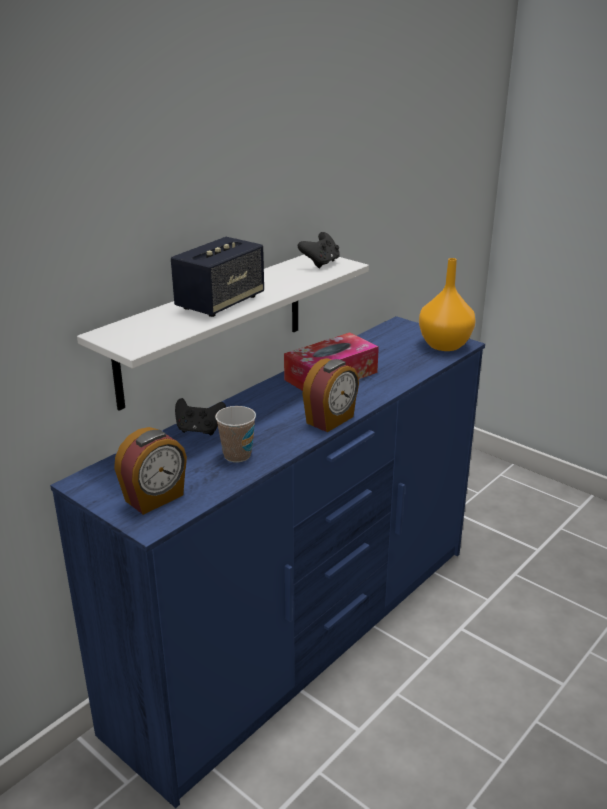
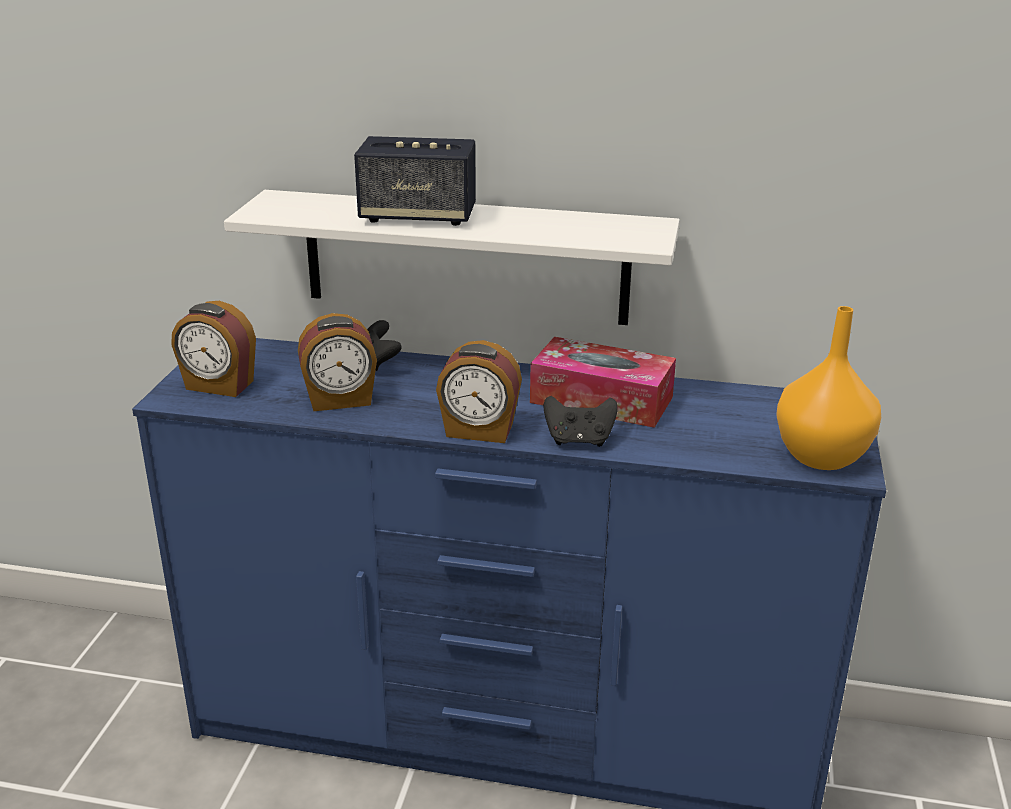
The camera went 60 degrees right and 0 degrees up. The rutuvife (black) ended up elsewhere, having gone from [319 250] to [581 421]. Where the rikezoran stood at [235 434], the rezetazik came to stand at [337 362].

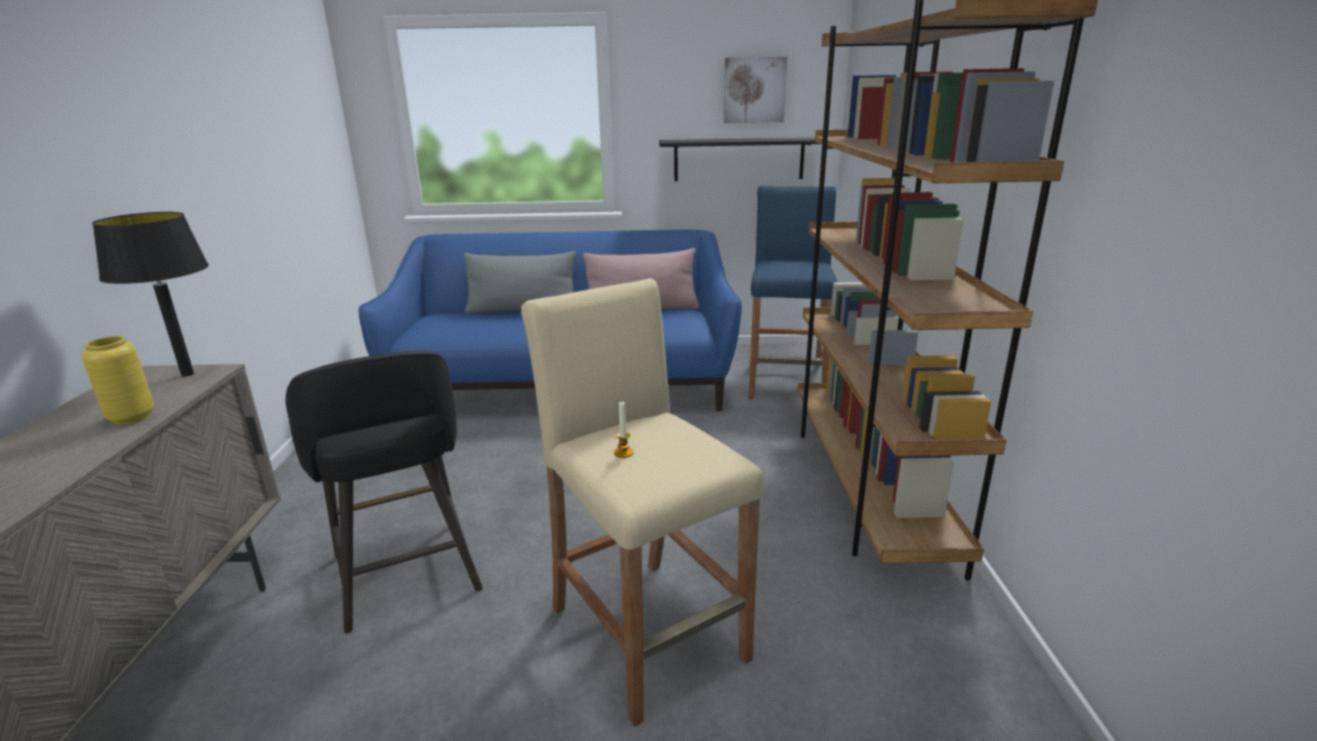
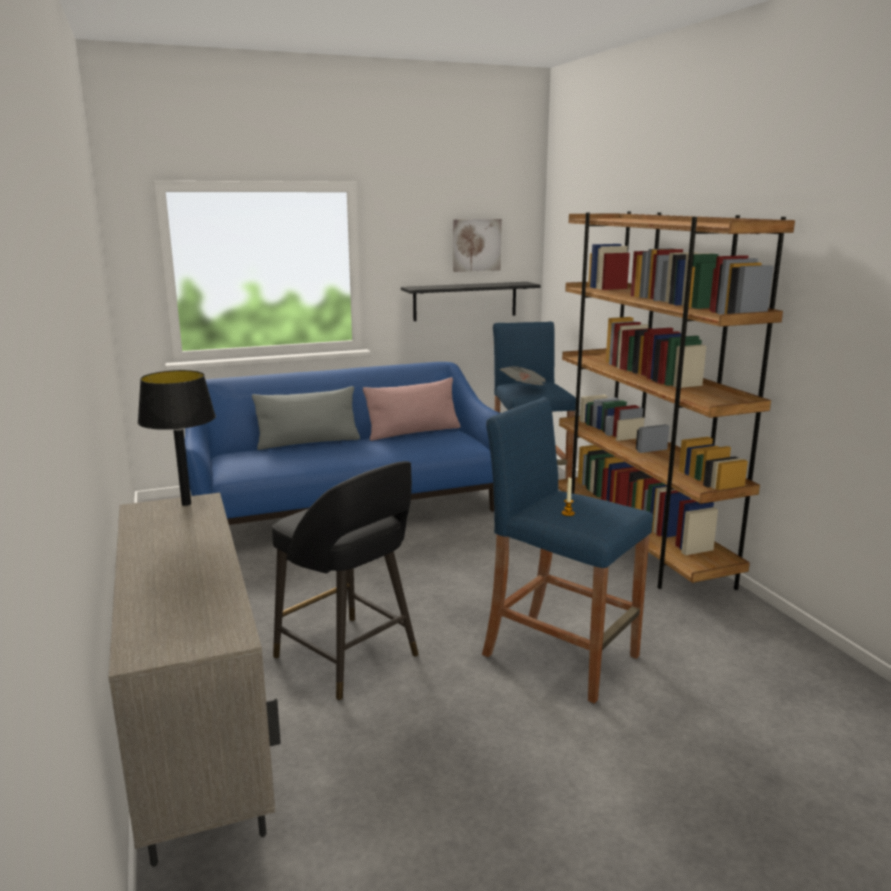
The camera went 20 degrees left and 5 degrees down. The second view lost the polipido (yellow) at [118 380]. The second view gained the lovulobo at [523 375]. What was the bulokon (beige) at [642 502] turned into the bulokon (blue) at [567 550].

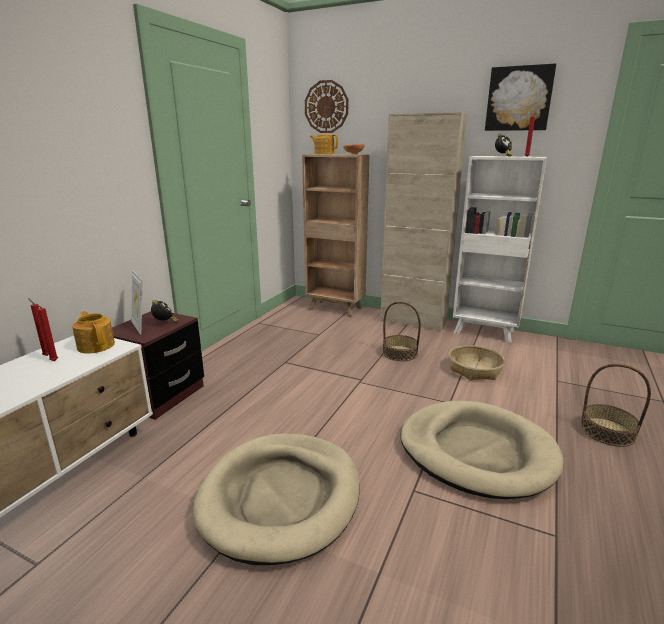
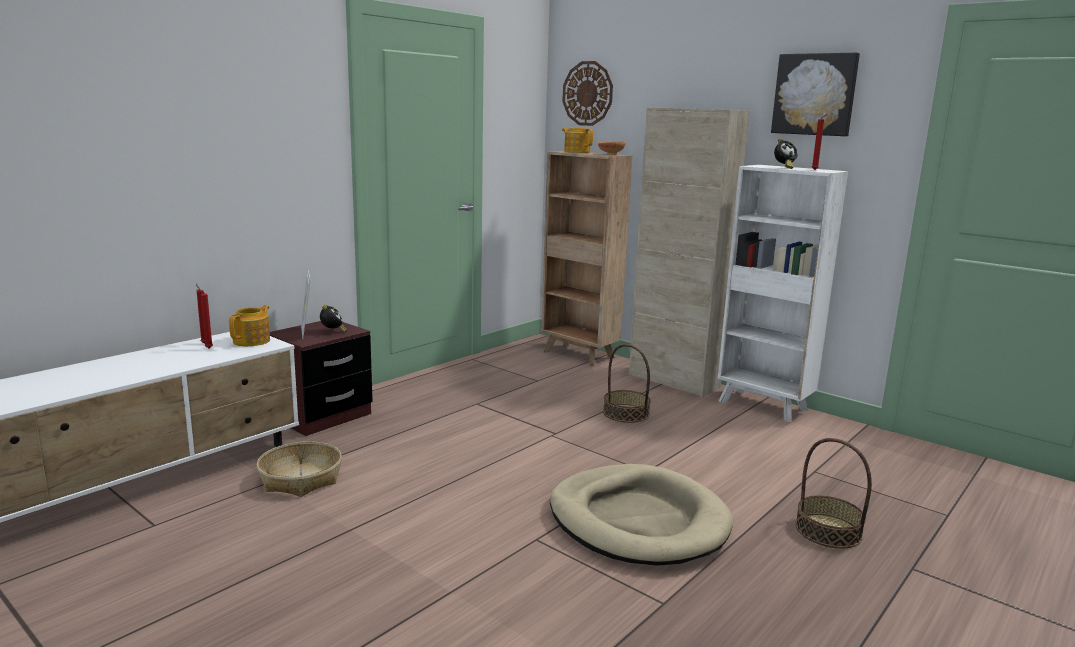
The camera went 15 degrees right and 5 degrees down. The second view lost the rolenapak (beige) at [276 499]. The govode ended up elsewhere, having gone from [477 363] to [299 469]. The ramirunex at [93 332] ended up facing another way, 45 degrees clockwise from before.

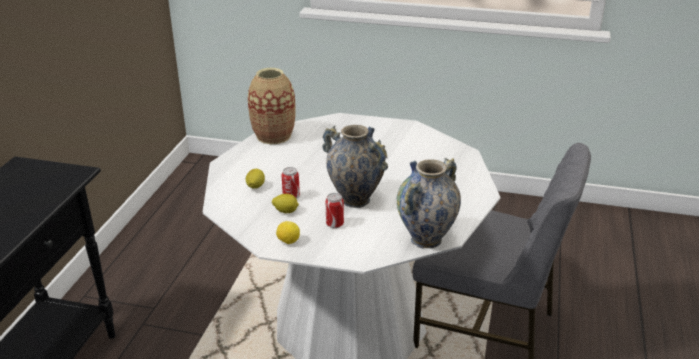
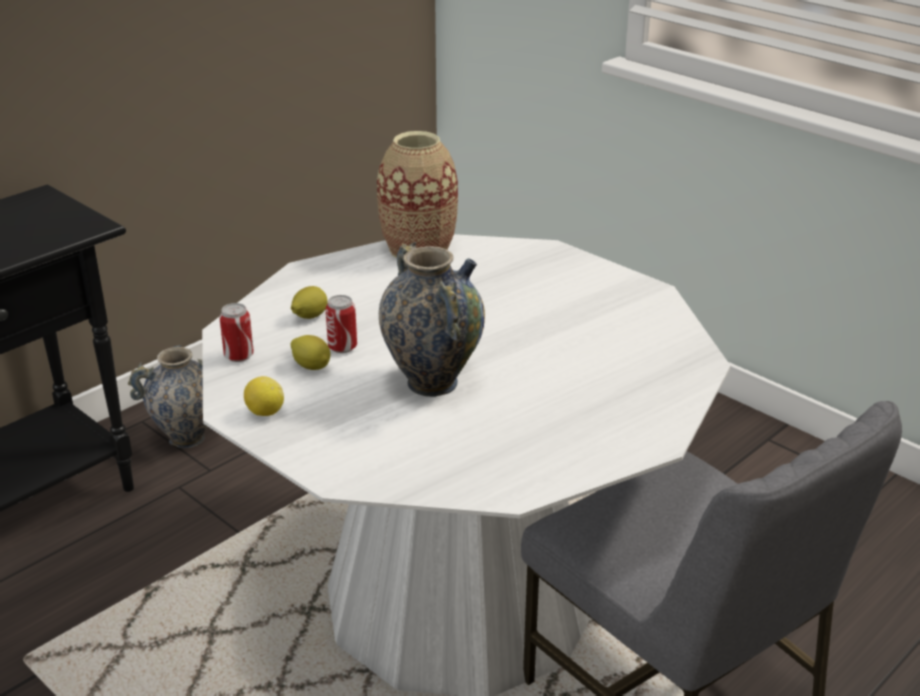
The camera went 30 degrees right and 0 degrees up. The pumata ended up elsewhere, having gone from [335 210] to [236 332]. The polipido ended up elsewhere, having gone from [429 203] to [168 396].

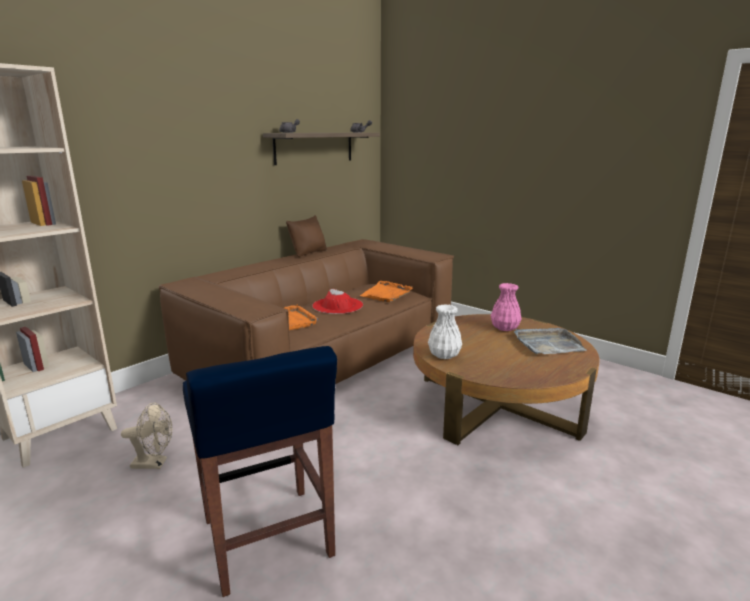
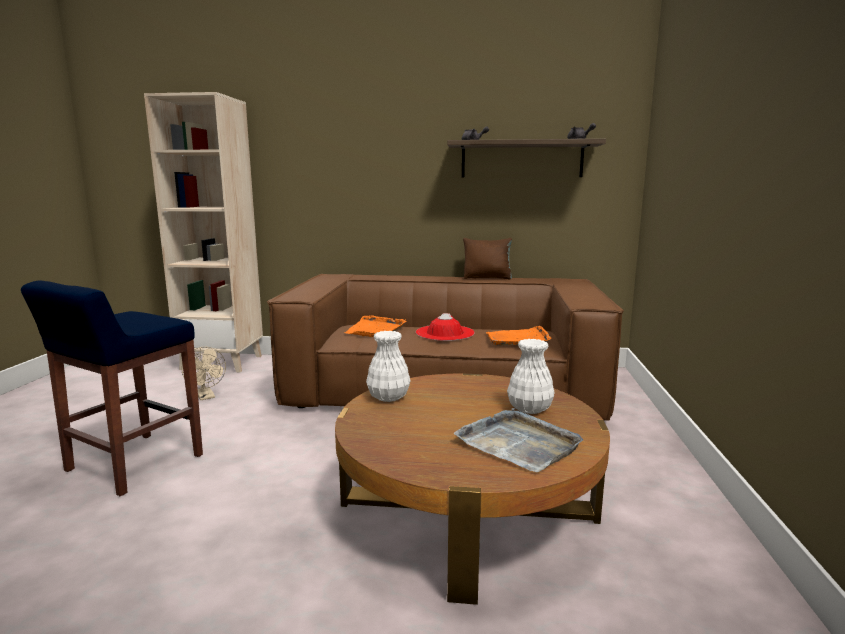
The camera went 55 degrees right and 5 degrees down. What was the polipido (pink) at [506 307] turned into the polipido (white) at [531 376].

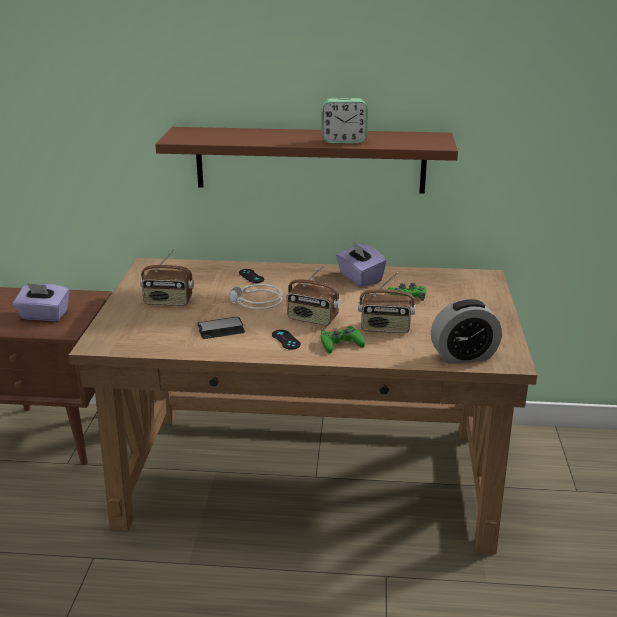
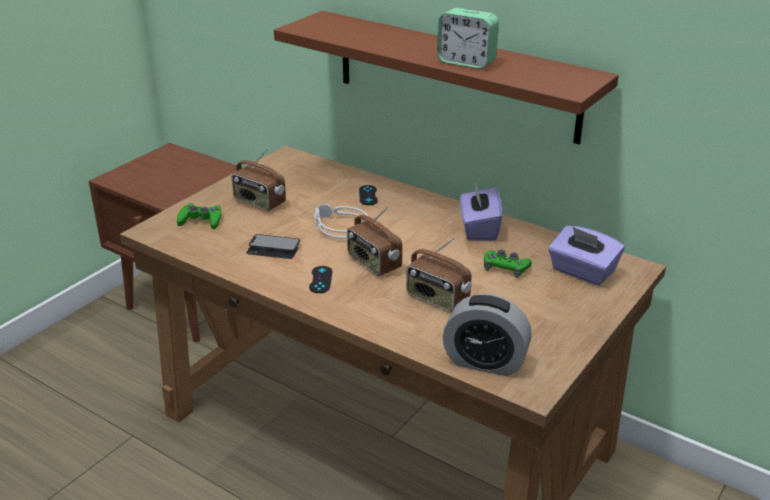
The camera went 30 degrees right and 5 degrees up. The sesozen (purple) ended up elsewhere, having gone from [41 302] to [586 256]. The rutuvife (green) ended up elsewhere, having gone from [343 339] to [199 216].

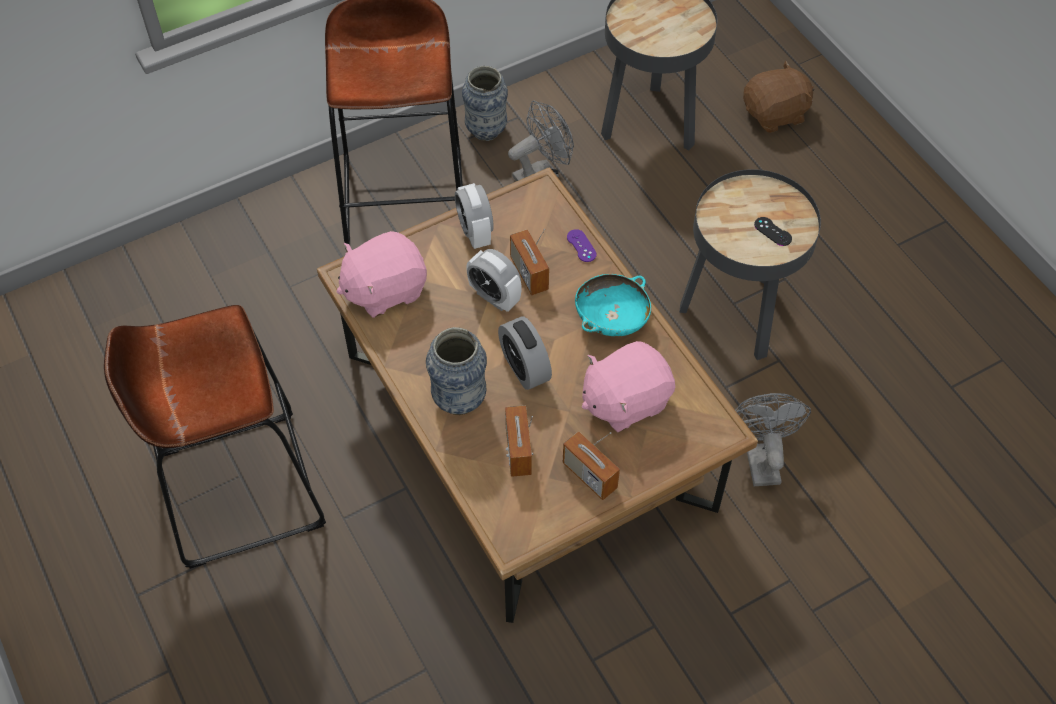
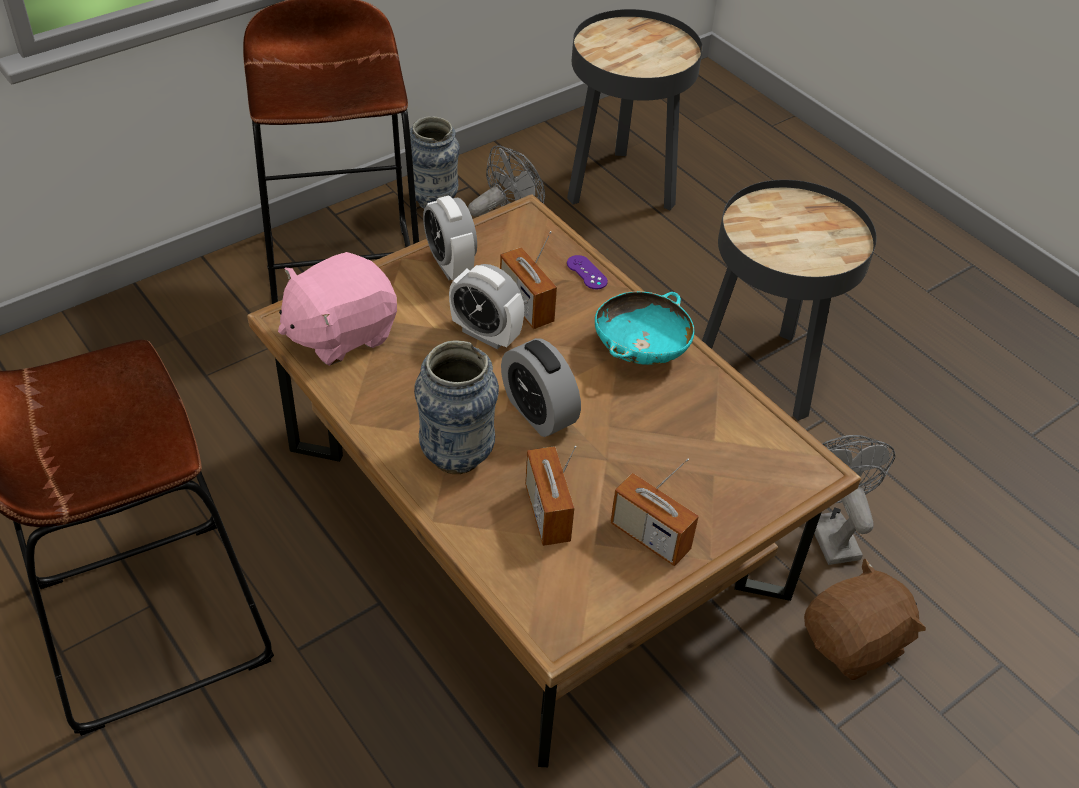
The camera went 10 degrees left and 10 degrees down. The second view lost the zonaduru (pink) at [628 386]. The second view lost the rutuvife (black) at [773 231]. The zonaduru (brown) ended up elsewhere, having gone from [778 97] to [865 619].

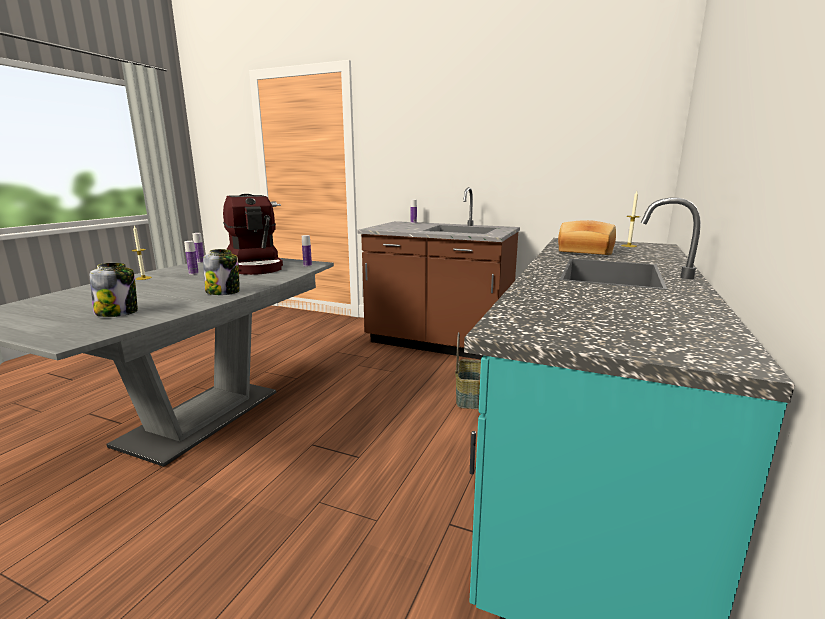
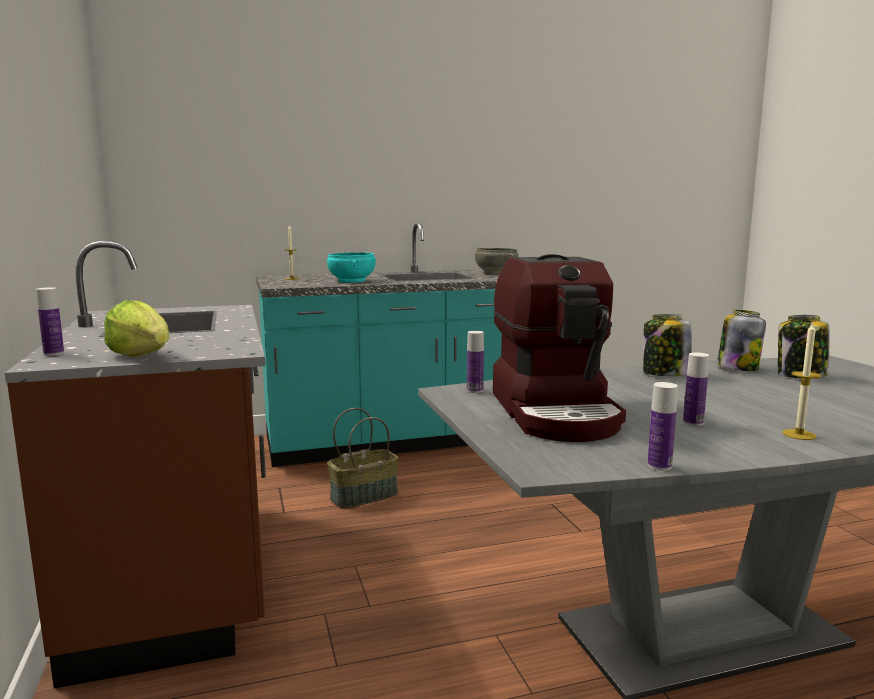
The camera went 130 degrees left and 5 degrees down. The second view gained the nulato at [136 328]. The second view gained the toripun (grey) at [496 261]. The second view gained the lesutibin at [741 340]. Where the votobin stood at [587 237], the toripun (turquoise) came to stand at [351 267]. The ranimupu at [253 234] ended up facing another way, 150 degrees clockwise from before.

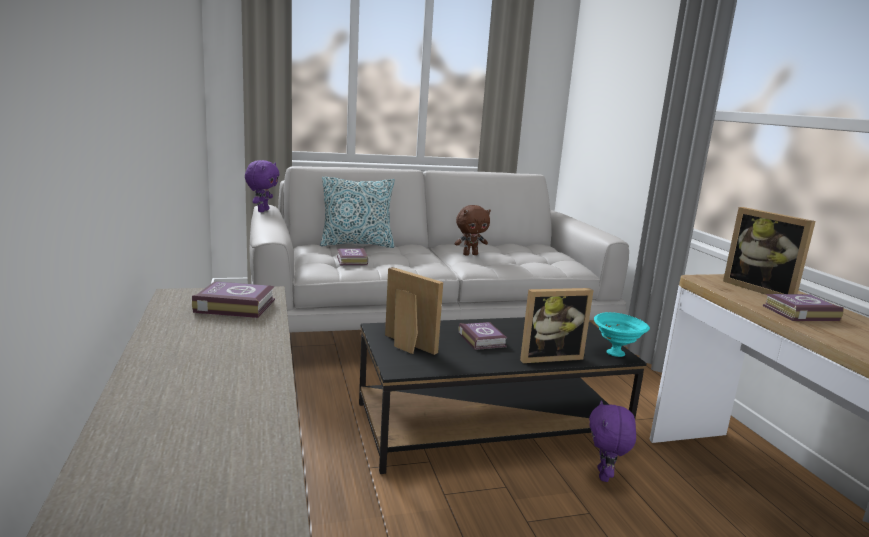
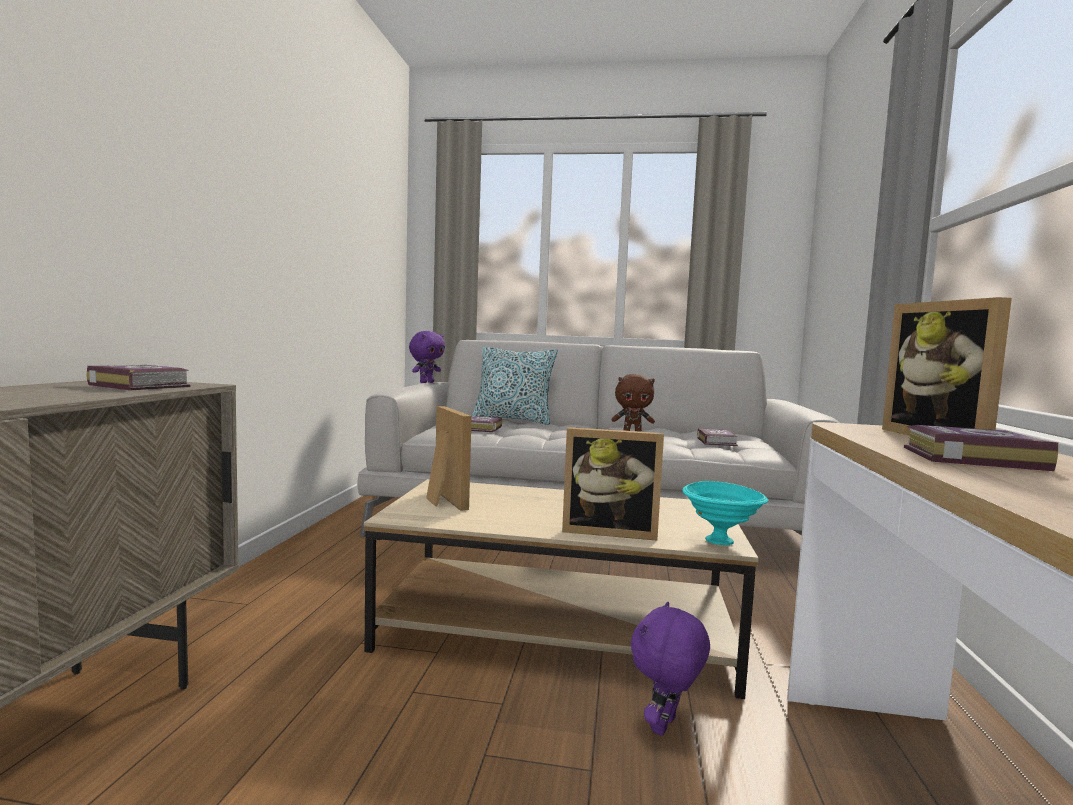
The camera went 25 degrees right and 10 degrees down. The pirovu ended up elsewhere, having gone from [482 336] to [717 437]. What was the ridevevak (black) at [502 395] turned into the ridevevak (beige) at [561 589].

